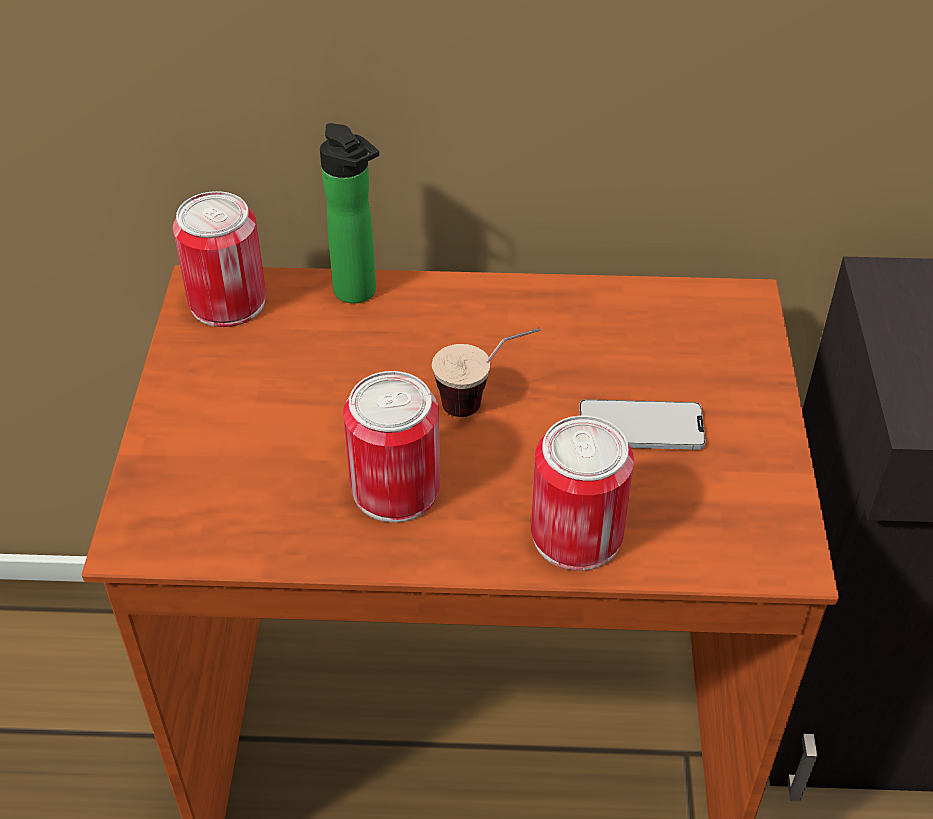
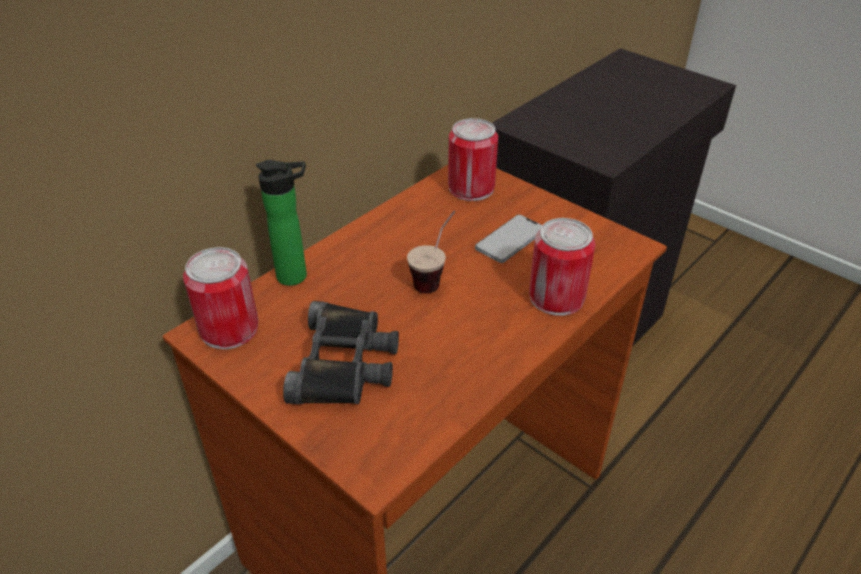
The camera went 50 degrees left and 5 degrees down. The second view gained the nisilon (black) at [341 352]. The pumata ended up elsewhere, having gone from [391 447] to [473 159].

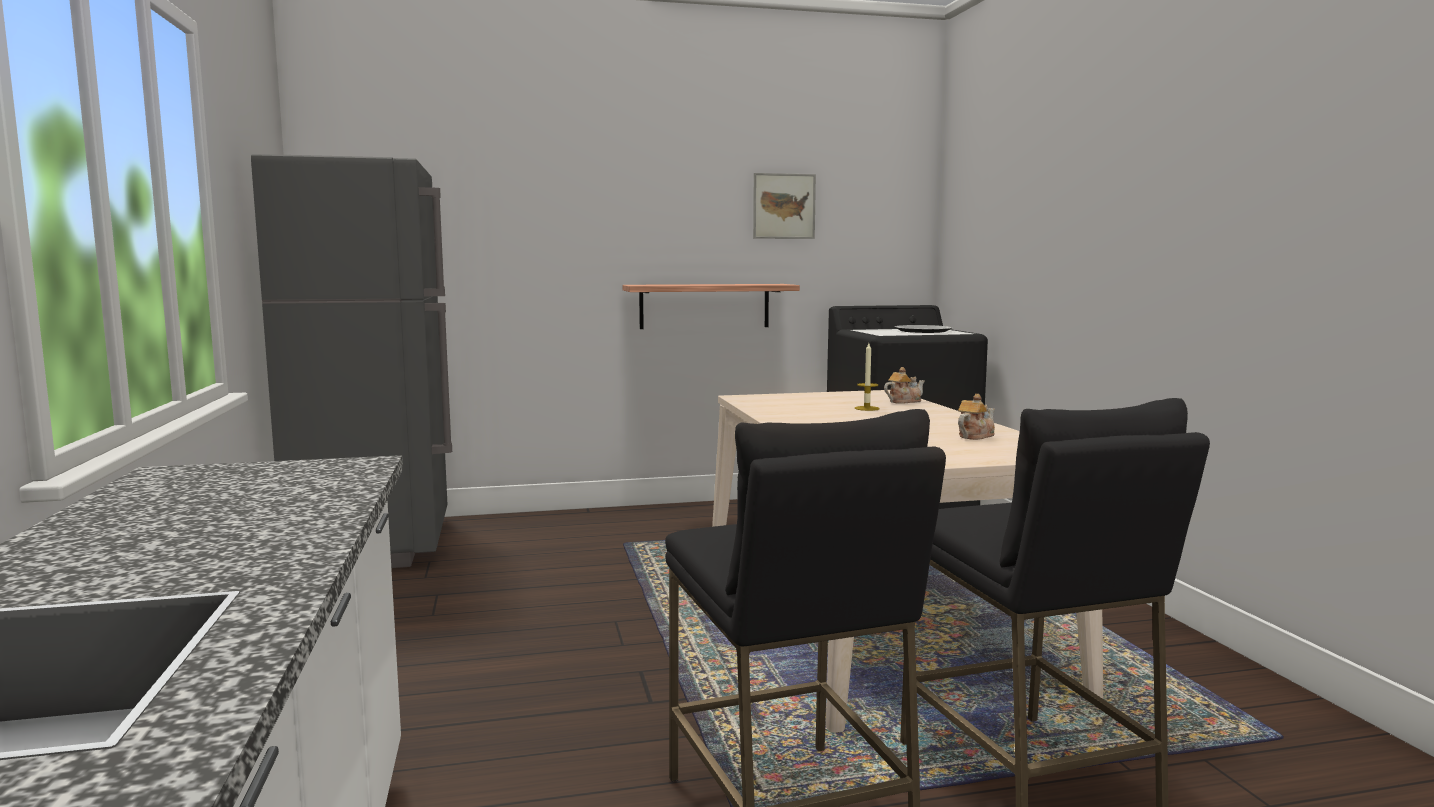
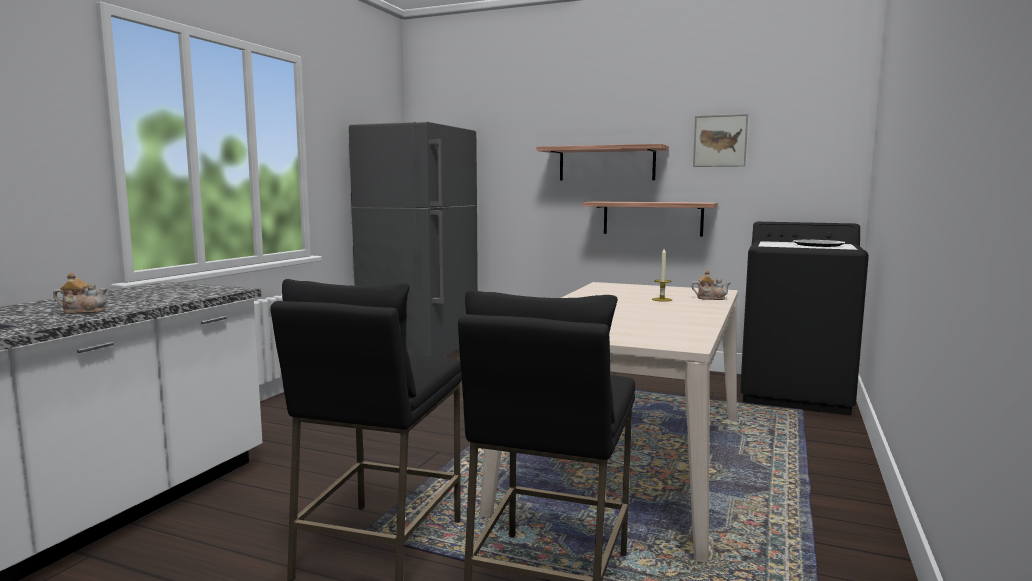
The camera went 35 degrees right and 0 degrees up. The second view gained the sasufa at [603 162]. The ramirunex ended up elsewhere, having gone from [976 417] to [80 293].

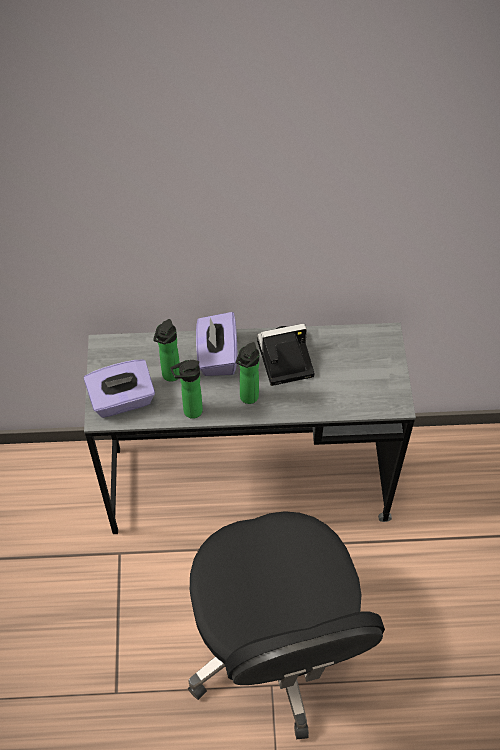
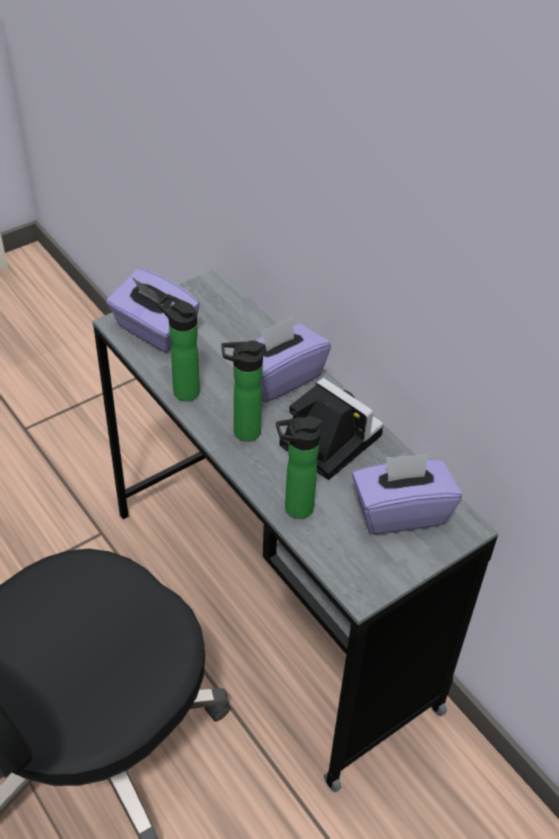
The camera went 55 degrees right and 10 degrees down. The second view gained the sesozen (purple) at [407 494]. The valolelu ended up elsewhere, having gone from [166 350] to [299 467].

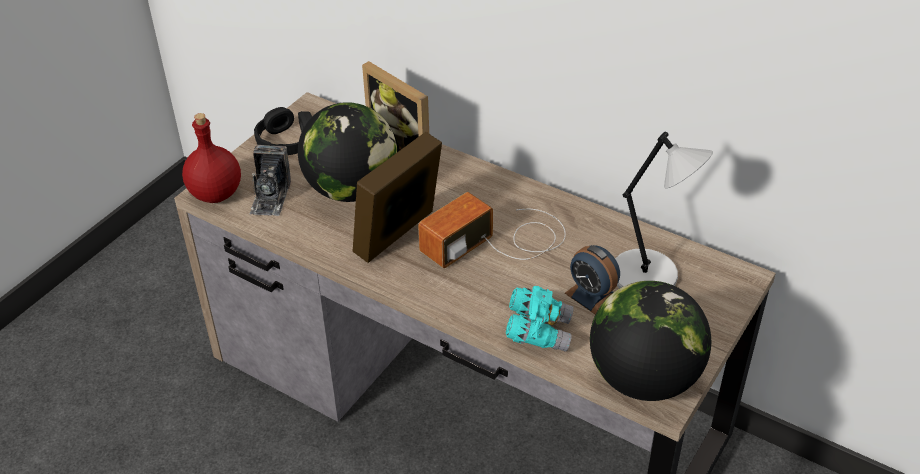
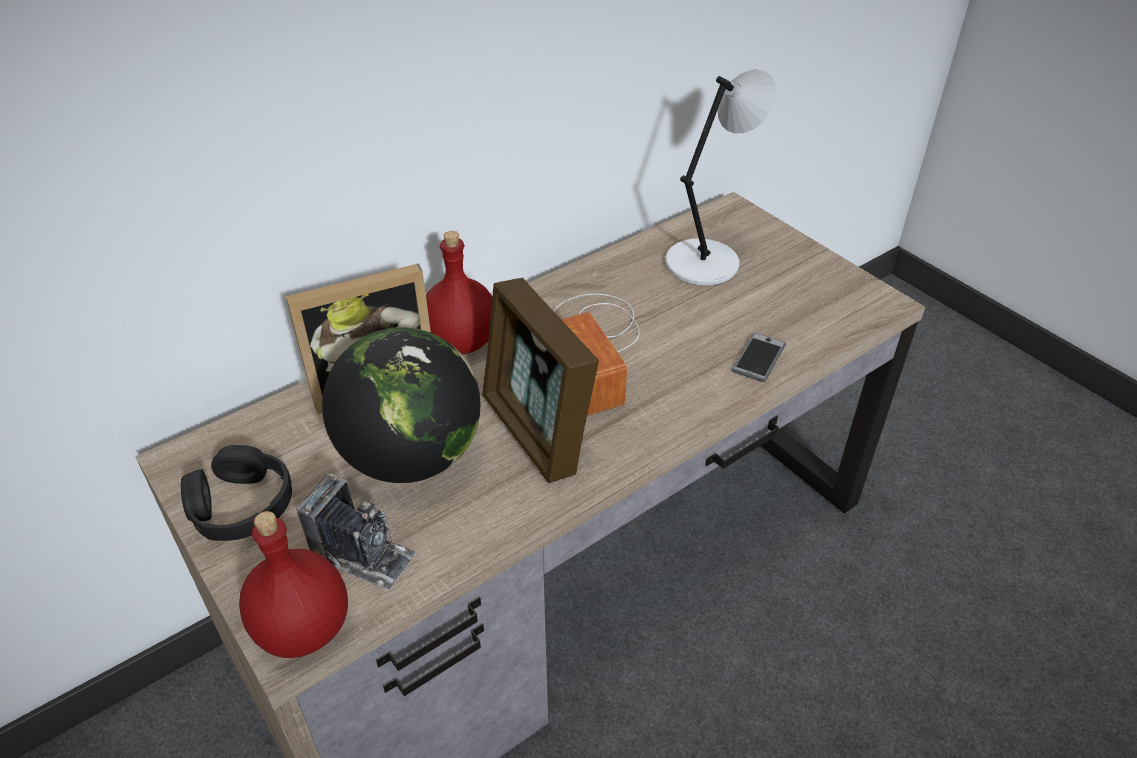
The camera went 70 degrees left and 0 degrees up. The second view lost the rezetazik at [592 280]. The second view lost the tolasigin at [650 341]. The second view gained the valolelu (red) at [459 293]. Where the nisilon (turquoise) stood at [540 319], the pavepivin came to stand at [759 357].

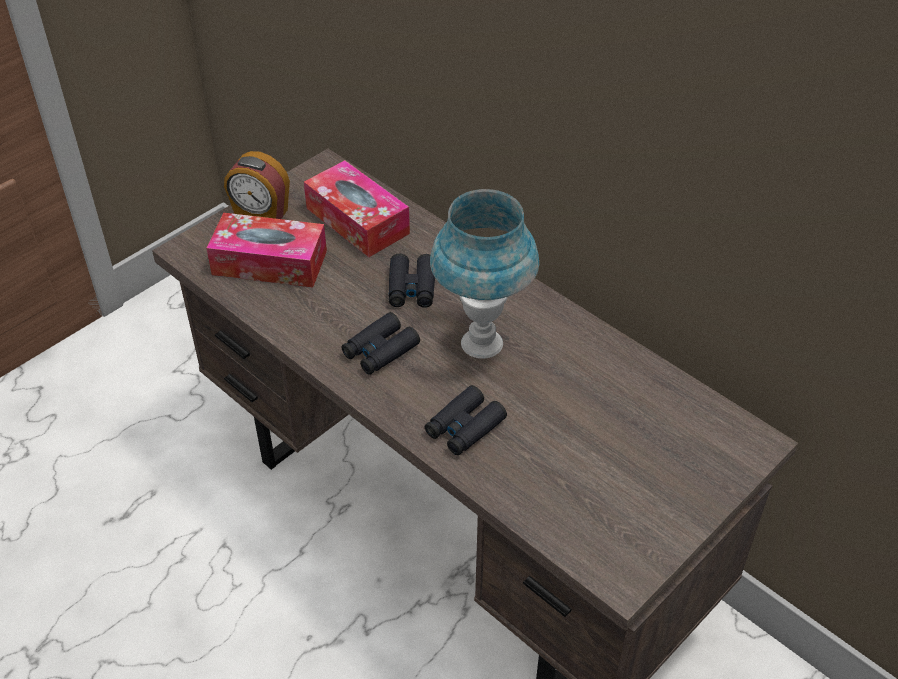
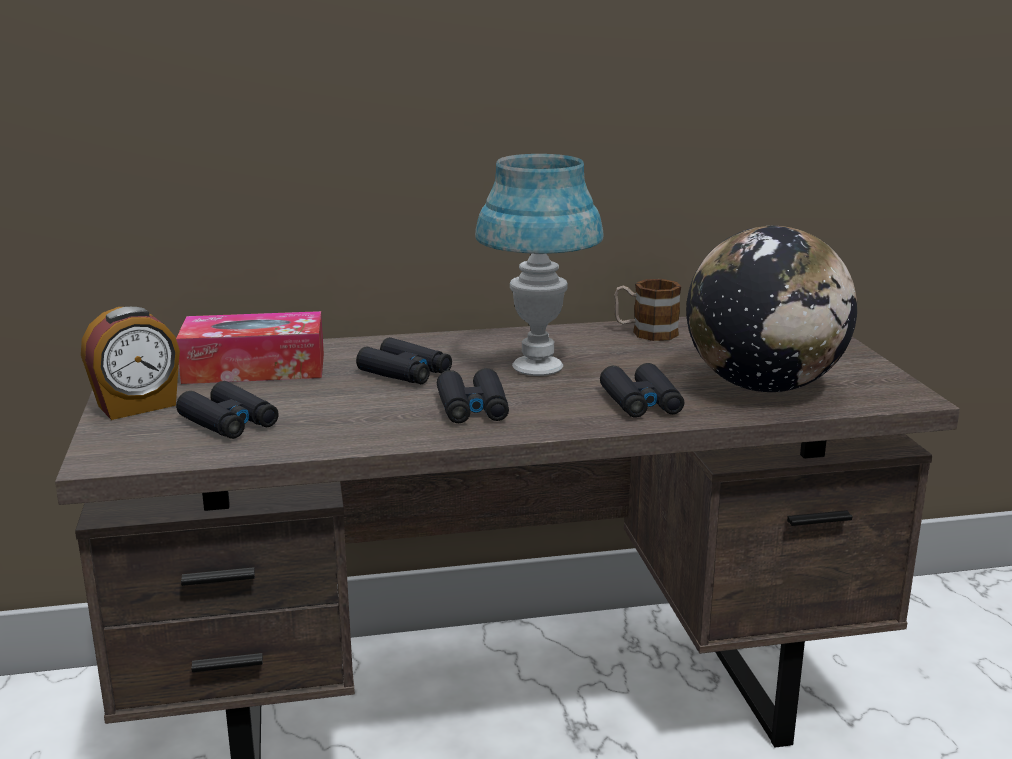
The camera went 55 degrees left and 25 degrees down. The second view gained the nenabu at [648 310]. The second view gained the tolasigin at [771 308]. Where the sesozen stood at [266 250], the nisilon (black) came to stand at [227 410].

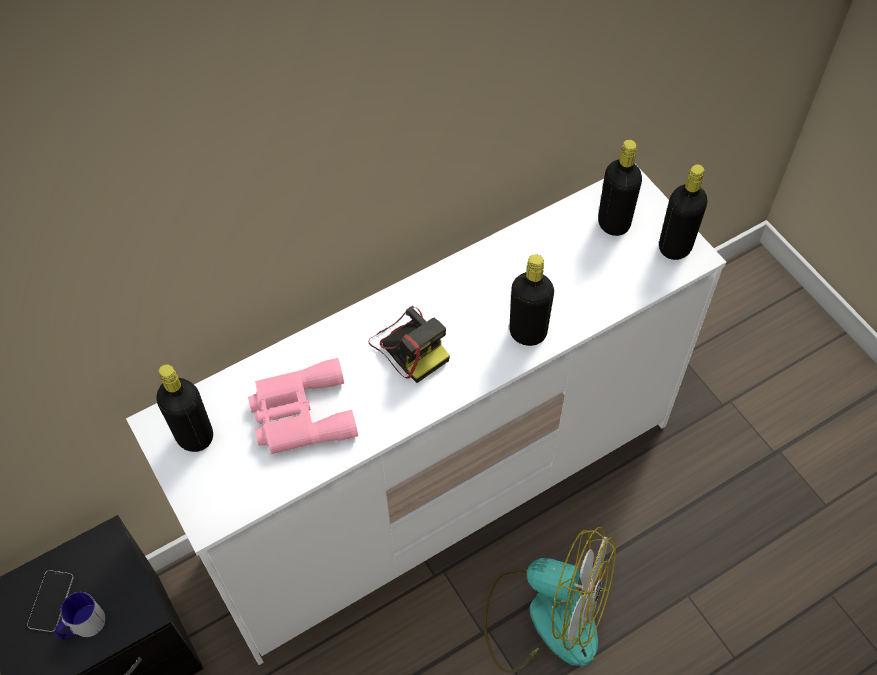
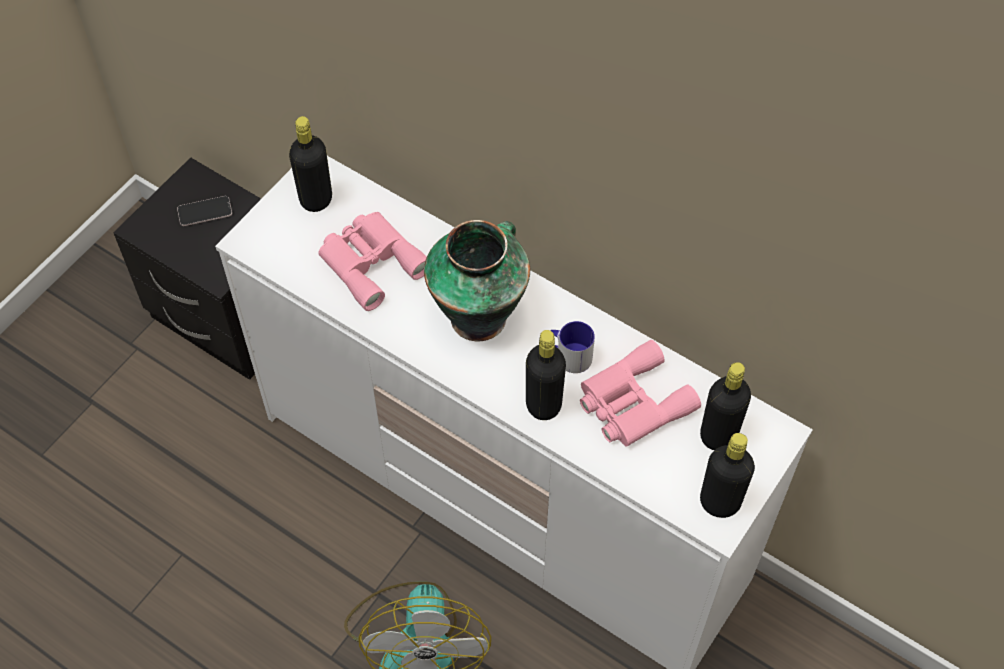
The camera went 65 degrees right and 0 degrees up. The second view gained the nisilon (pink) at [640 393]. The nenabu ended up elsewhere, having gone from [80 615] to [572 347]. Where the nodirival stood at [409 344], the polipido came to stand at [477 280].

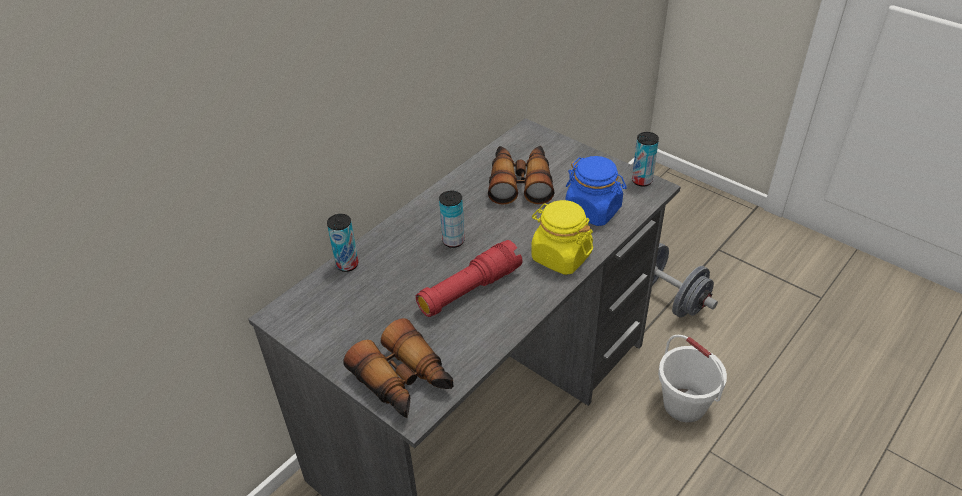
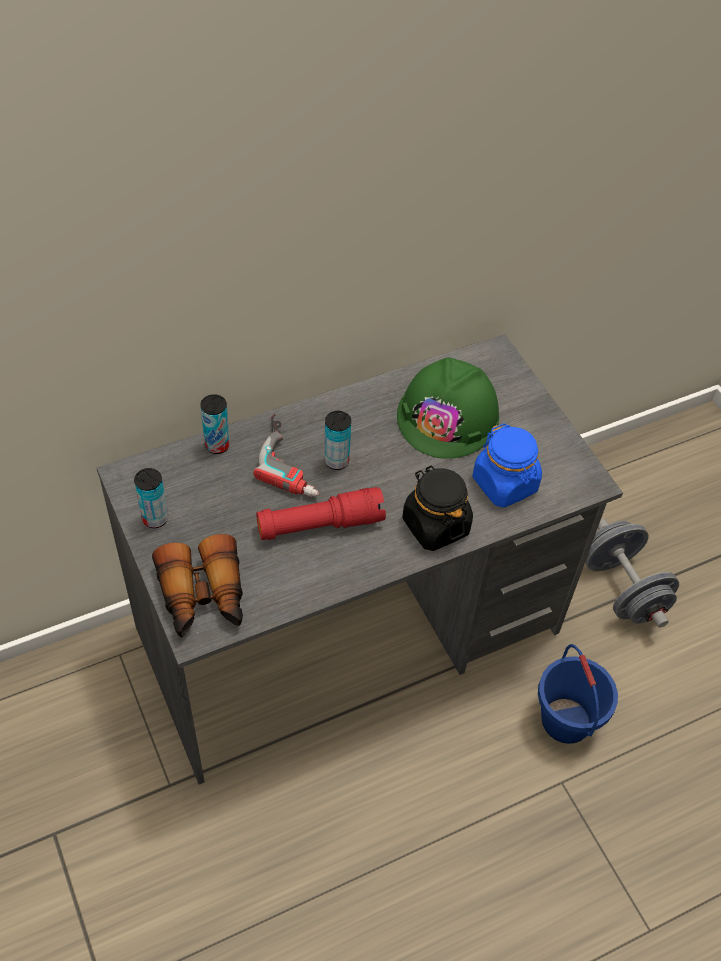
The camera went 20 degrees right and 10 degrees up. The second view gained the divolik at [286 455]. The pumata ended up elsewhere, having gone from [645 159] to [151 498]. Where the nisilon stood at [521 175], the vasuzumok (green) came to stand at [448 408]. What was the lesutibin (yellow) at [562 237] turned into the lesutibin (black) at [437 508]. What was the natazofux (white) at [692 378] turned into the natazofux (blue) at [578 694].

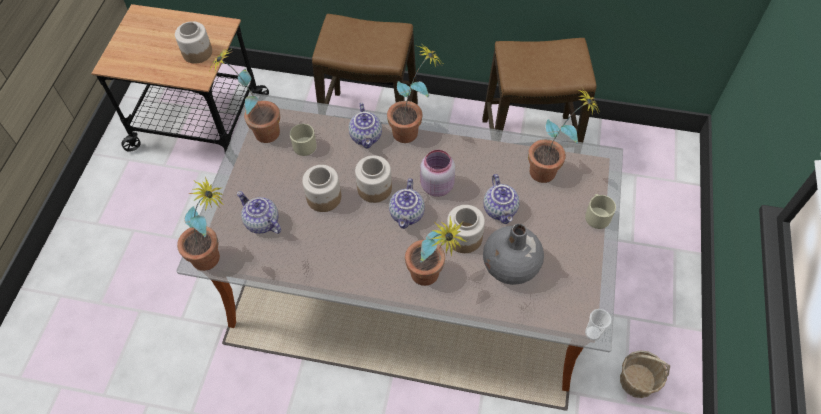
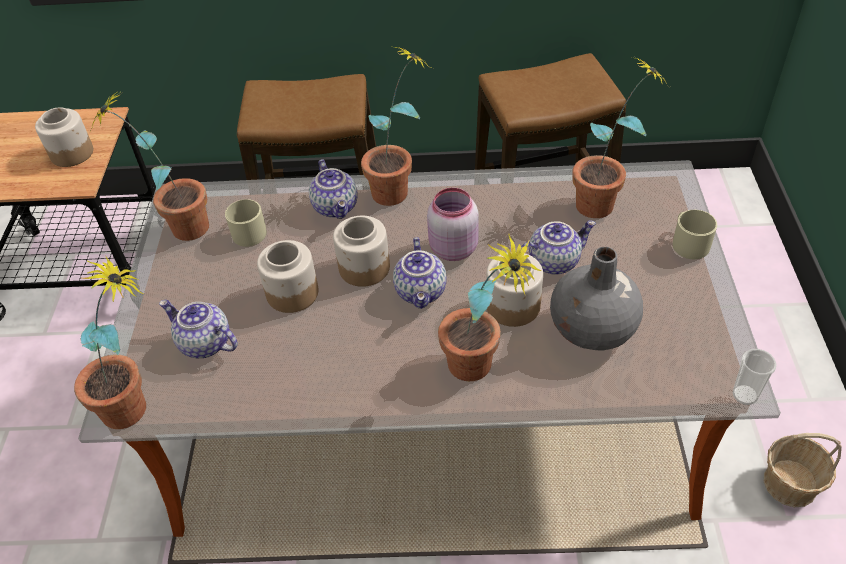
The camera went 10 degrees left and 10 degrees down. The ramirunex at [501 199] ended up facing another way, 90 degrees counterclockwise from before.

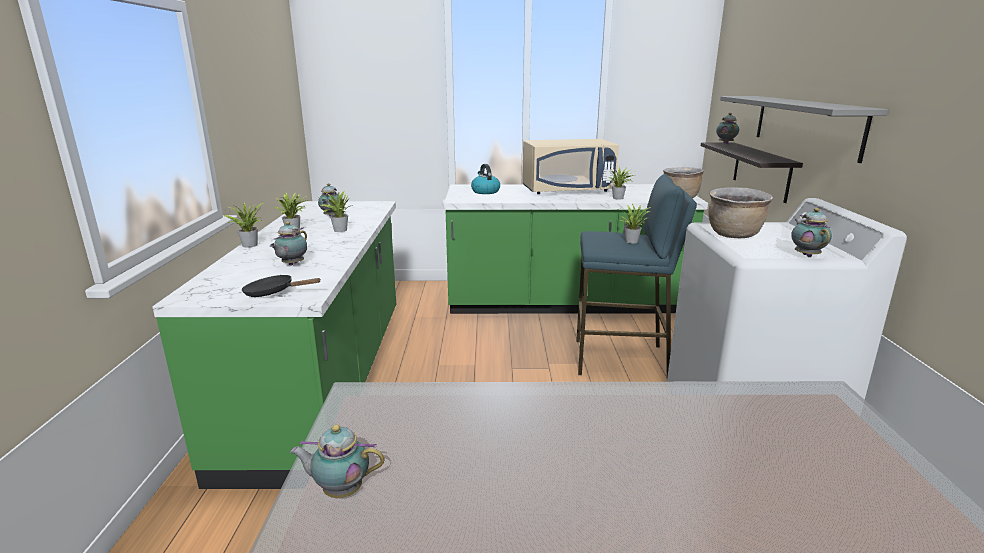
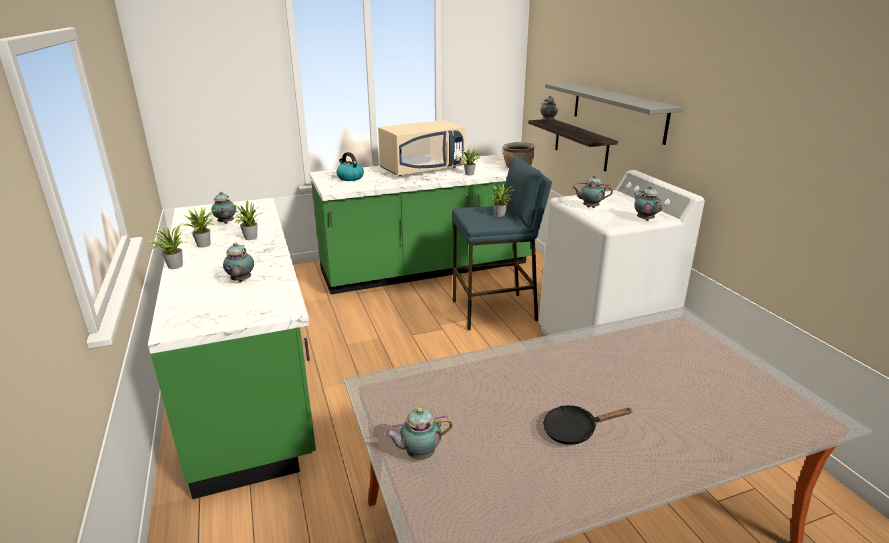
The camera went 20 degrees left and 5 degrees up. The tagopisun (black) ended up elsewhere, having gone from [281 286] to [588 425]. Where the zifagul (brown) stood at [740 212], the ramirunex came to stand at [592 191].

